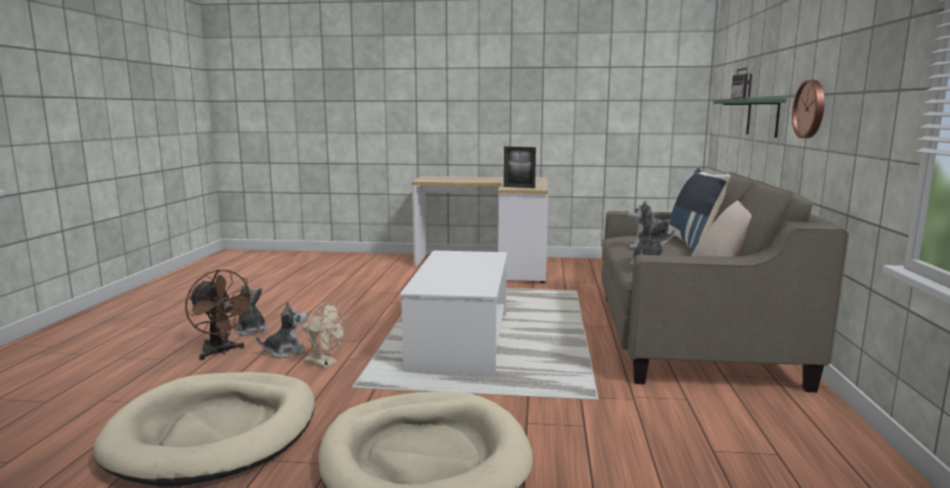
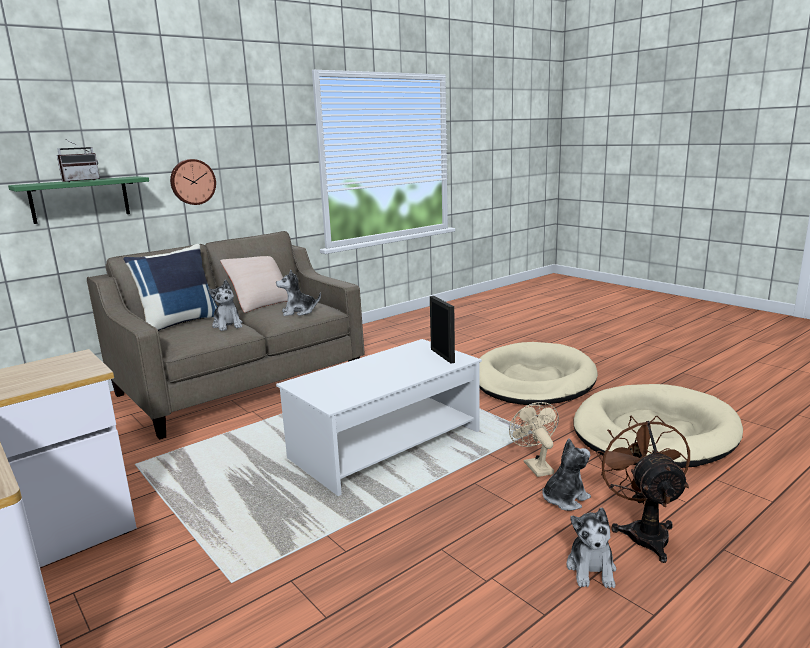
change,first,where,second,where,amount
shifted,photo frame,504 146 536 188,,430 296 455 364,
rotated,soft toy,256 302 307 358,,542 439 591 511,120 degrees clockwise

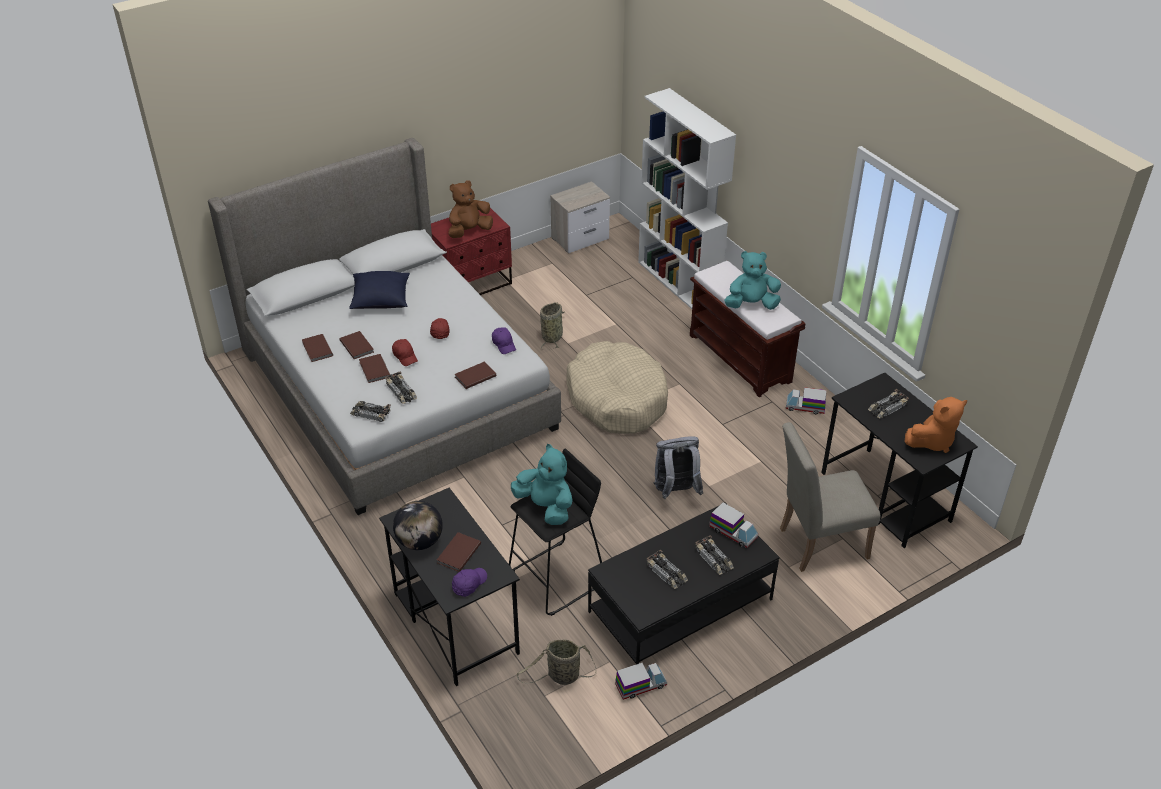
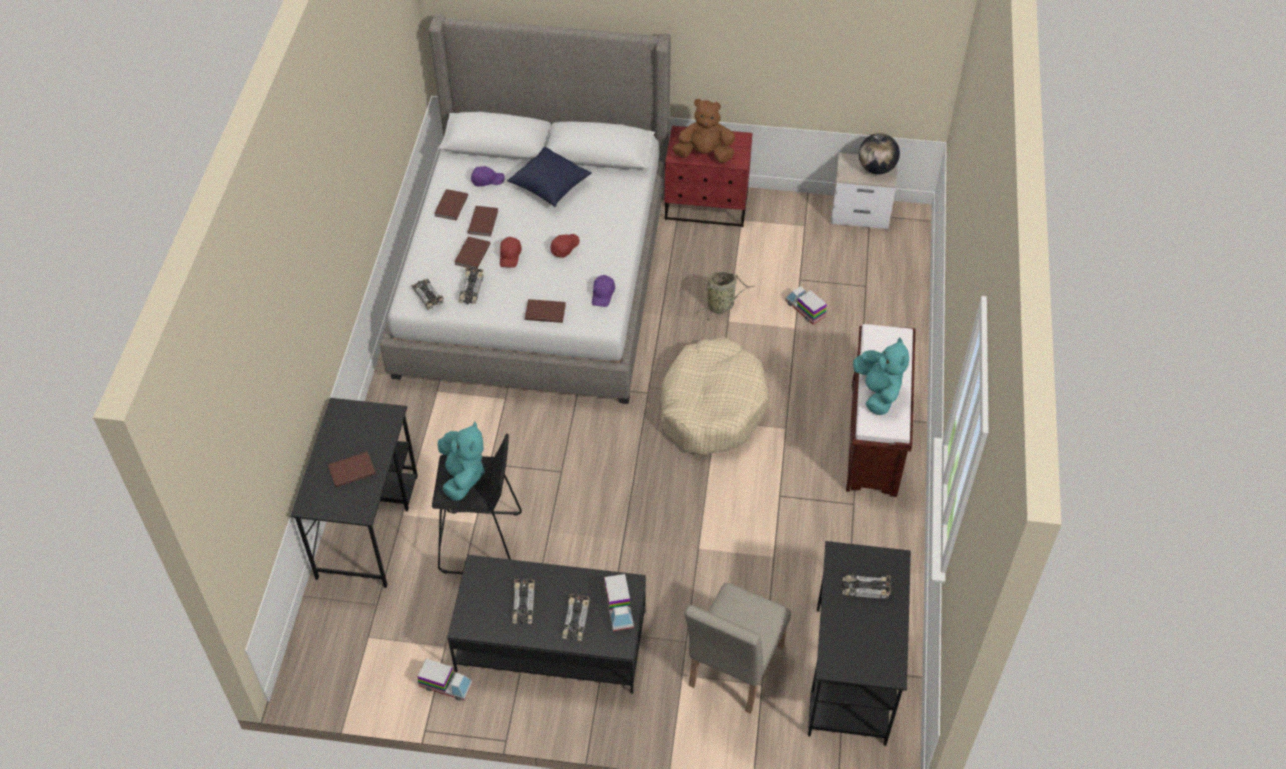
change,first,where,second,where,amount
gone,storage basket,516 640 596 685,,,
gone,white shelving unit,638 88 736 309,,,
gone,gray backpack,653 436 703 499,,,
gone,orangey soft toy,905 397 967 453,,,
shifted,globe,393 501 443 550,,859 133 900 174,
shifted,purple-coloured cap,452 568 487 597,,471 166 505 186,
shifted,toy truck,786 387 826 414,,786 286 827 324,
rotated,blue-green soft toy,724 251 781 310,,853 338 909 415,45 degrees clockwise
rotated,beige-coloured upright chair,780 422 881 572,,684 583 791 714,90 degrees counterclockwise

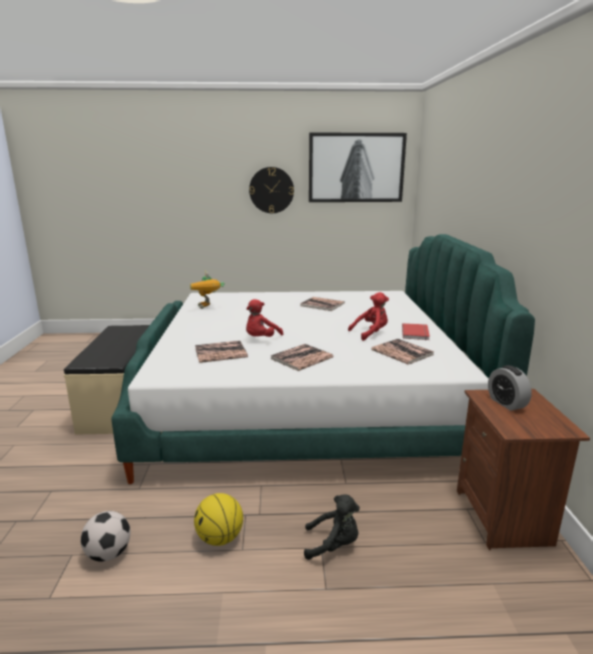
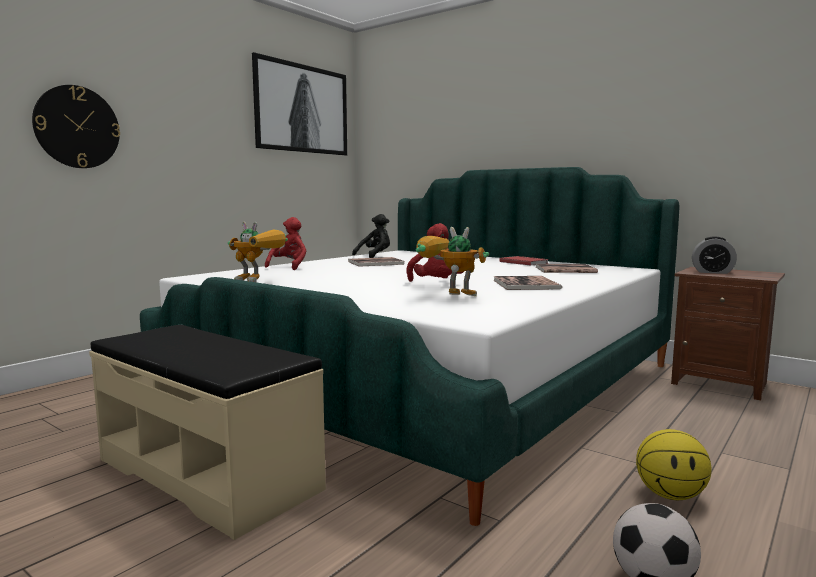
change,first,where,second,where,amount
shifted,clock on the wall,249 167 294 213,,32 85 120 168,
shifted,black-coloured soft toy,304 494 360 560,,352 214 390 258,
shifted,reddish soft toy,348 292 389 341,,265 217 307 270,
swapped,volume,195 340 248 363,toy robot,416 227 489 296,

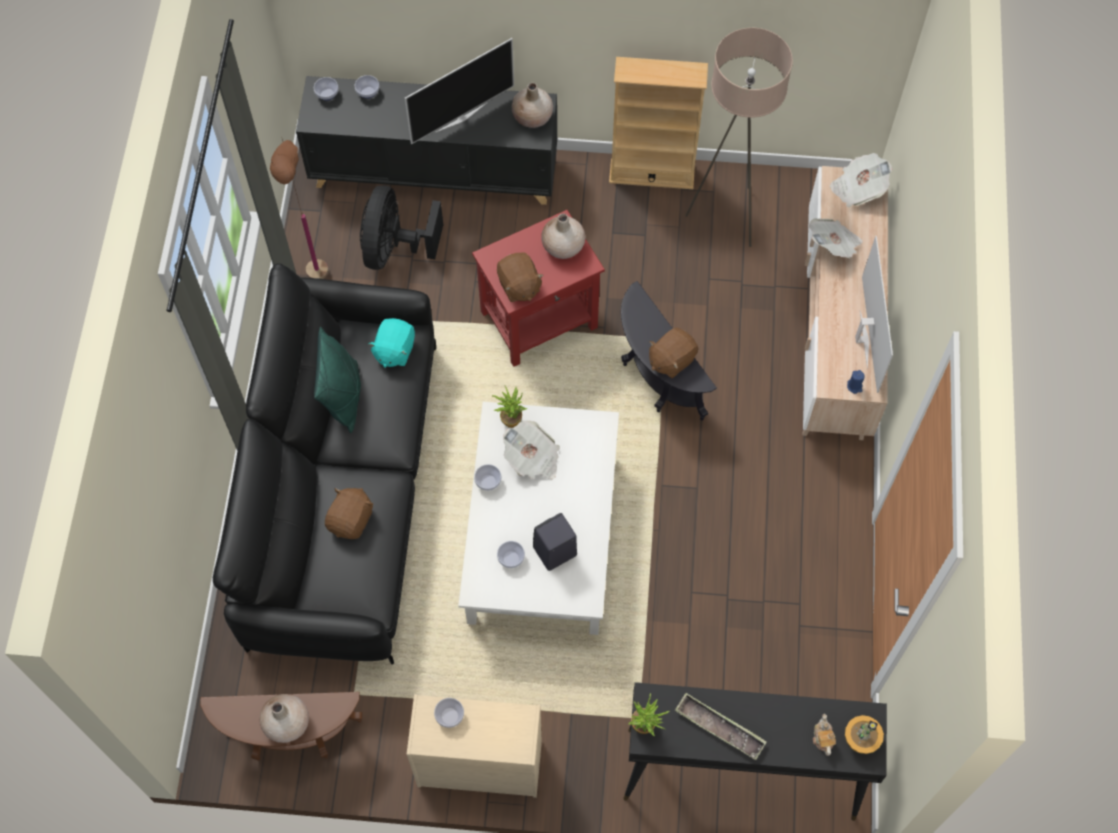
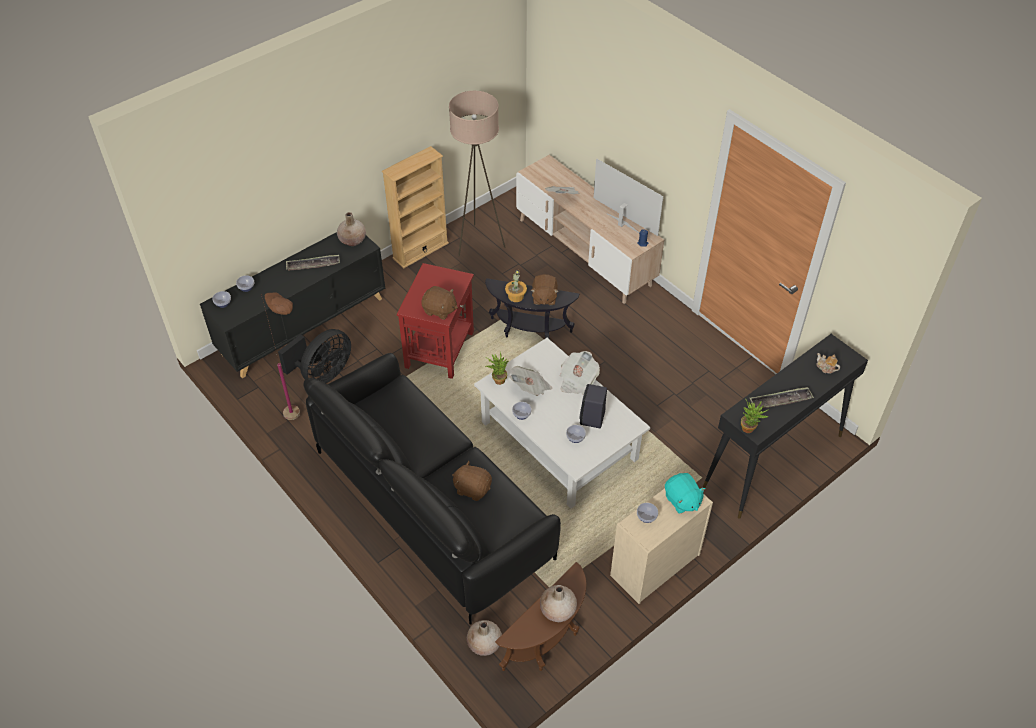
change,first,where,second,where,amount
gone,greenish throw pillow,314 327 361 433,,,
shifted,blue-green soft toy,368 318 415 368,,665 473 706 514,
shifted,beige-coloured flower vase,541 214 585 259,,467 620 502 656,
shifted,newspaper,830 153 893 208,,560 351 600 394,
shifted,plant in a pot,845 715 884 754,,505 269 527 302,
swapped,television,405 38 514 144,serving tray,286 255 340 271,
rotated,brown-coloured soft toy,325 488 373 539,,452 460 492 501,45 degrees counterclockwise
rotated,black-coloured fan,360 186 443 270,,278 329 351 383,105 degrees counterclockwise

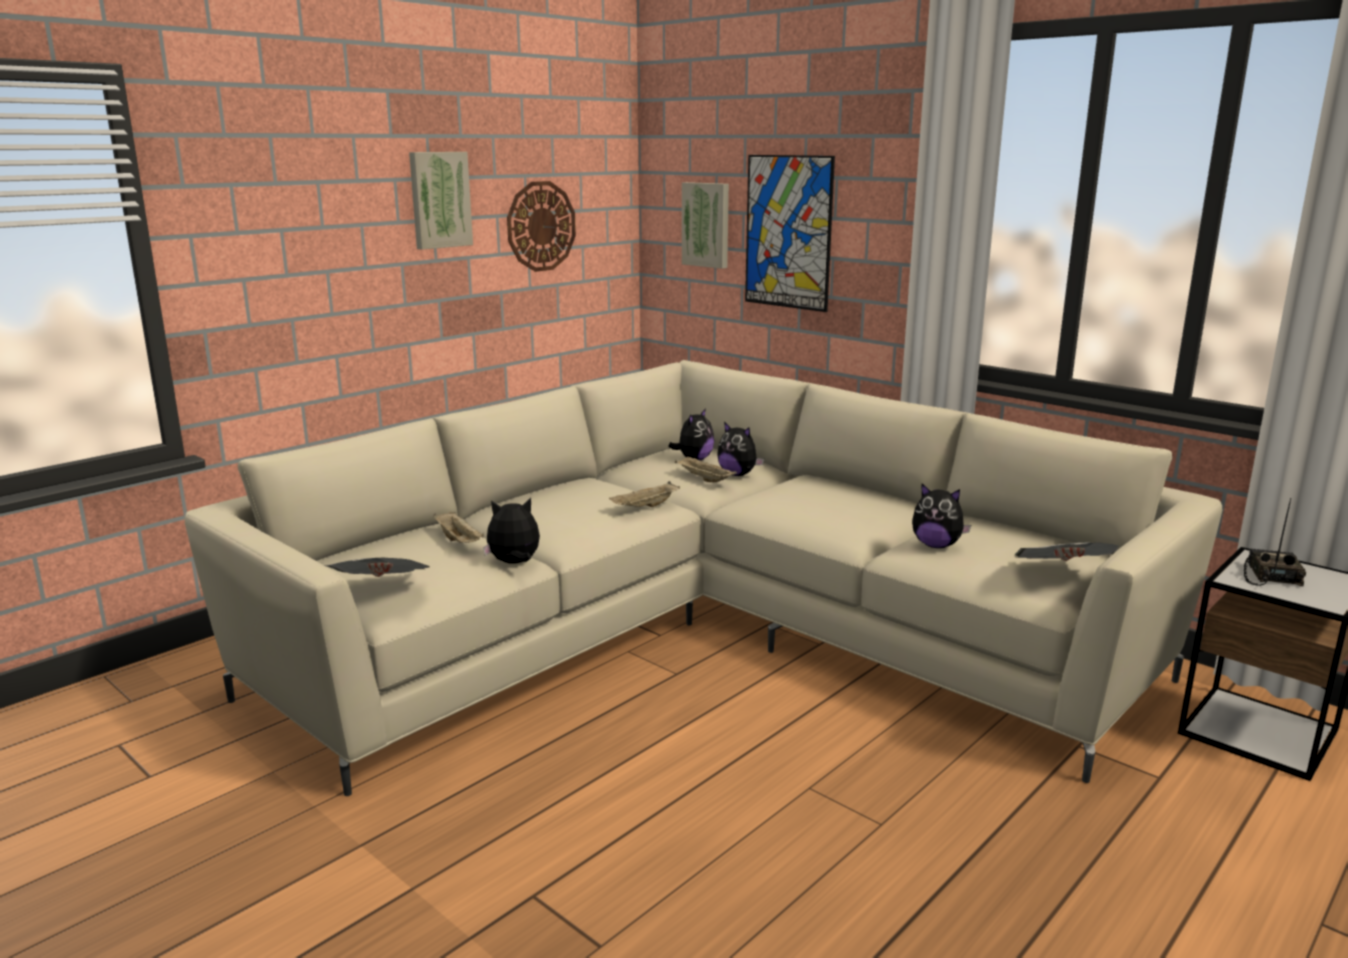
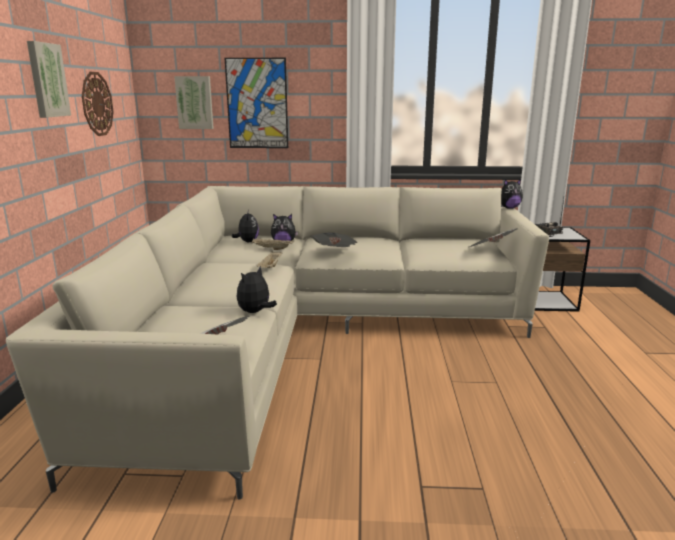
change,first,where,second,where,amount
gone,beige-coloured serving tray,433 512 484 543,,,
new,,,newspaper,310 232 357 247,
shifted,soft toy,912 484 971 548,,501 179 523 209,

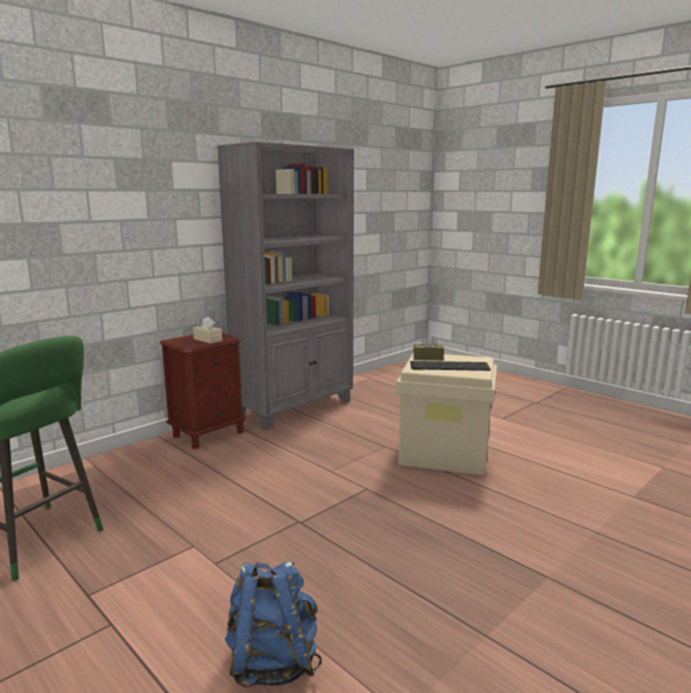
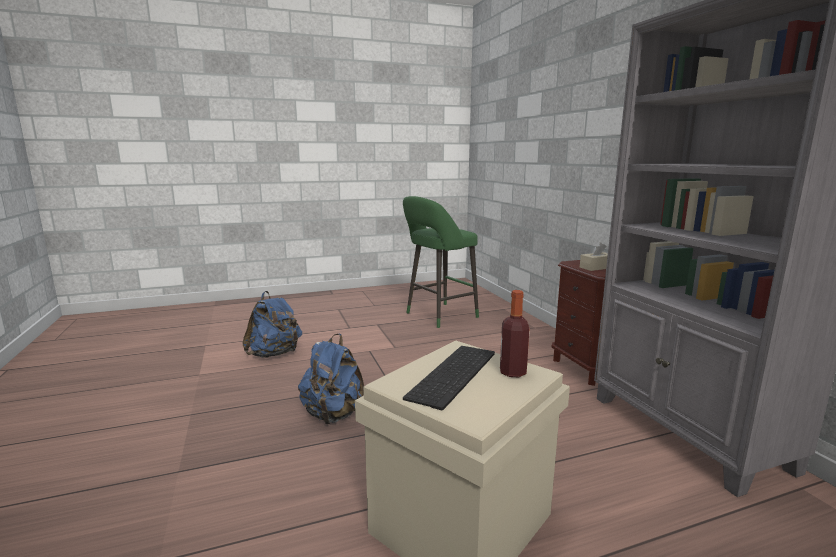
change,first,where,second,where,amount
new,,,bluish backpack,298 334 364 424,
swapped,brown-coloured box of tissues,413 335 444 360,beverage bottle,500 290 529 377,

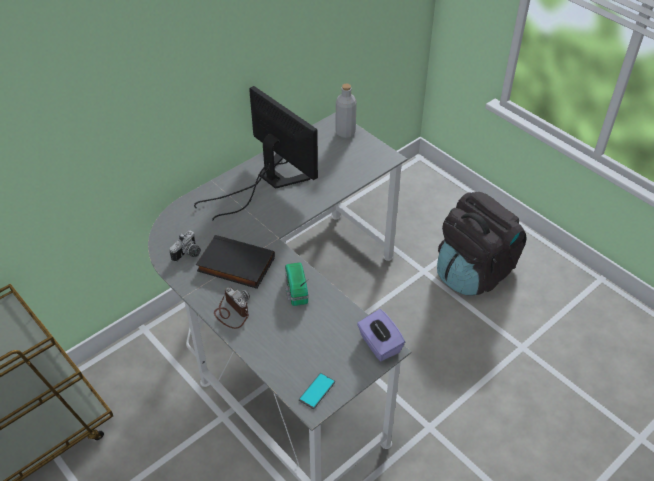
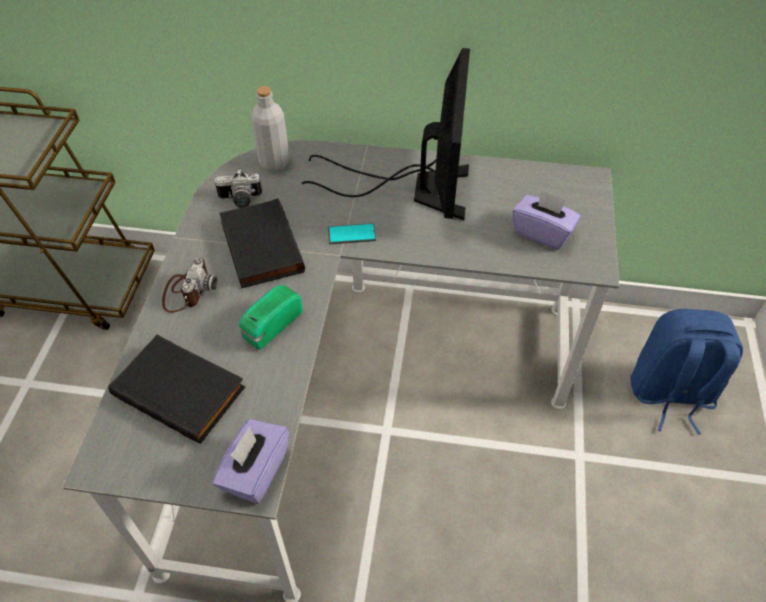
change,first,where,second,where,amount
gone,black-coloured backpack,437 192 526 296,,,
new,,,black-coloured volume,108 335 245 444,
new,,,purple-coloured box of tissues,512 190 581 250,
new,,,bluish backpack,630 309 743 435,
shifted,handset,299 373 335 409,,328 223 376 244,
shifted,gray beverage bottle,335 83 357 138,,251 86 290 171,

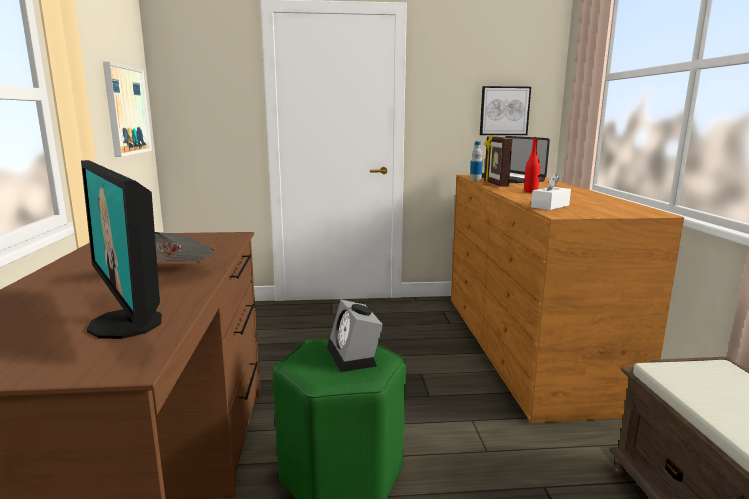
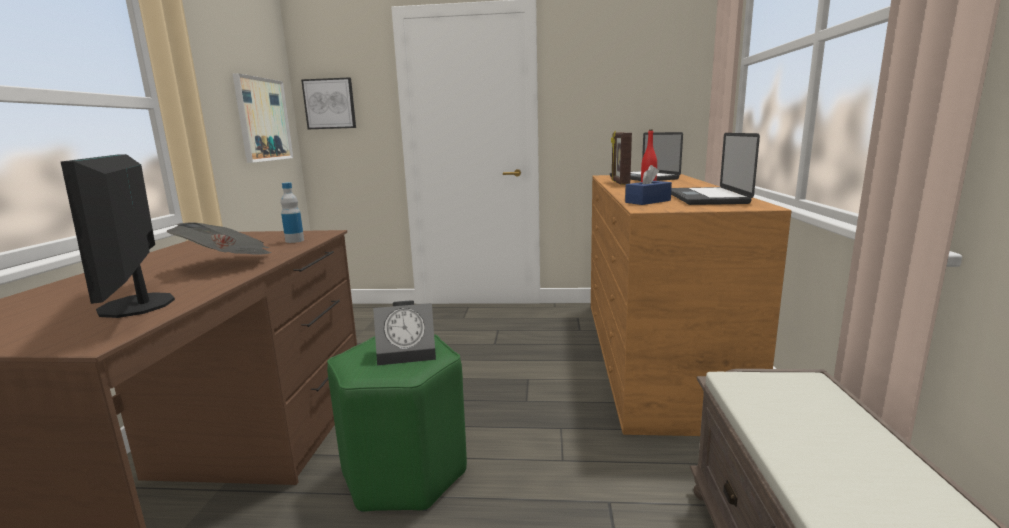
change,first,where,second,where,amount
new,,,portable computer,671 133 760 205,
shifted,beverage bottle,470 141 483 180,,281 182 304 243,
shifted,picture,480 86 531 135,,301 78 356 129,
repainted,white box of tissues,531 173 571 210,bluish box of tissues,625 165 672 205,
rotated,table clock,327 299 383 372,,373 300 436 365,90 degrees counterclockwise

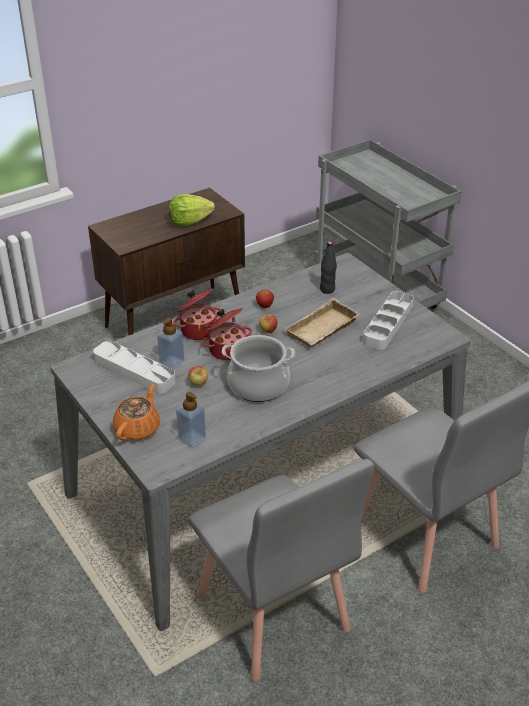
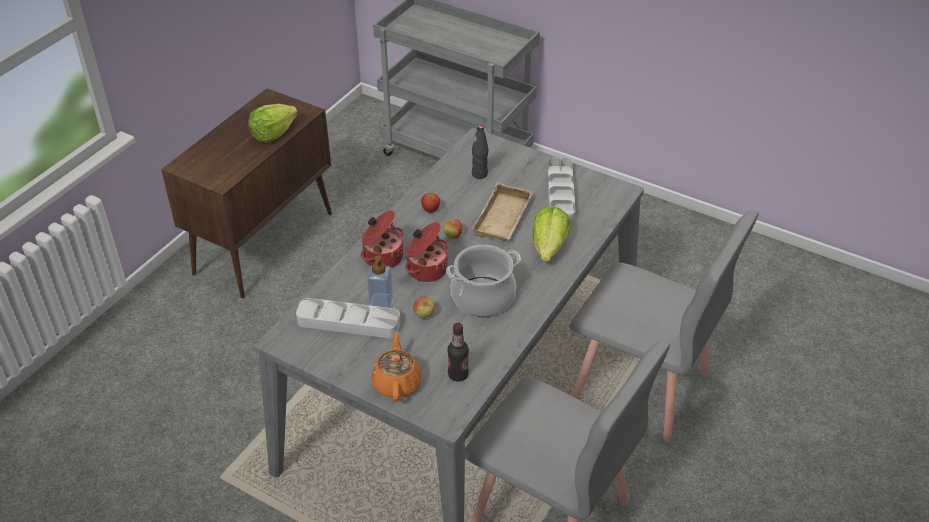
change,first,where,second,where,amount
new,,,lettuce,532 206 571 262,
swapped,liquid soap bottle,176 392 206 448,beverage bottle,447 323 469 381,

